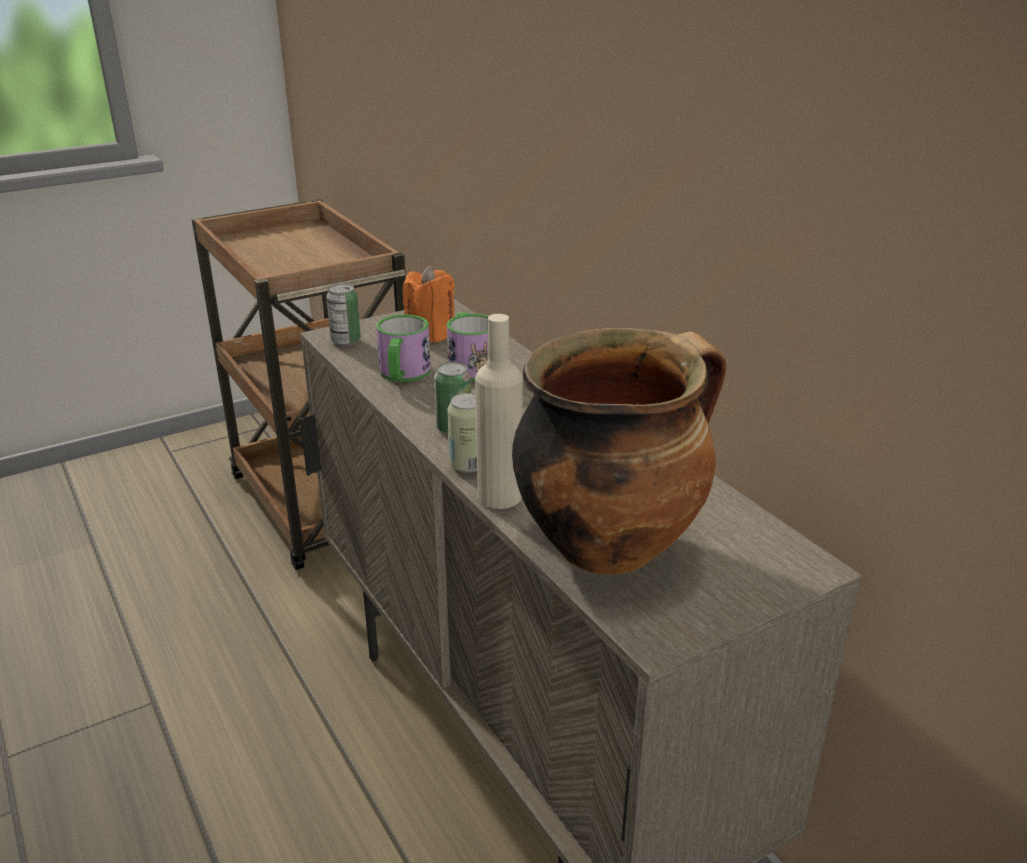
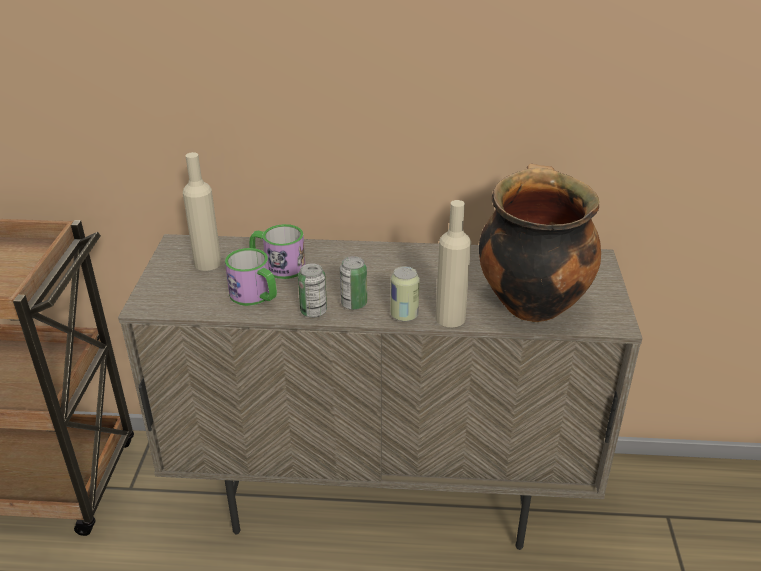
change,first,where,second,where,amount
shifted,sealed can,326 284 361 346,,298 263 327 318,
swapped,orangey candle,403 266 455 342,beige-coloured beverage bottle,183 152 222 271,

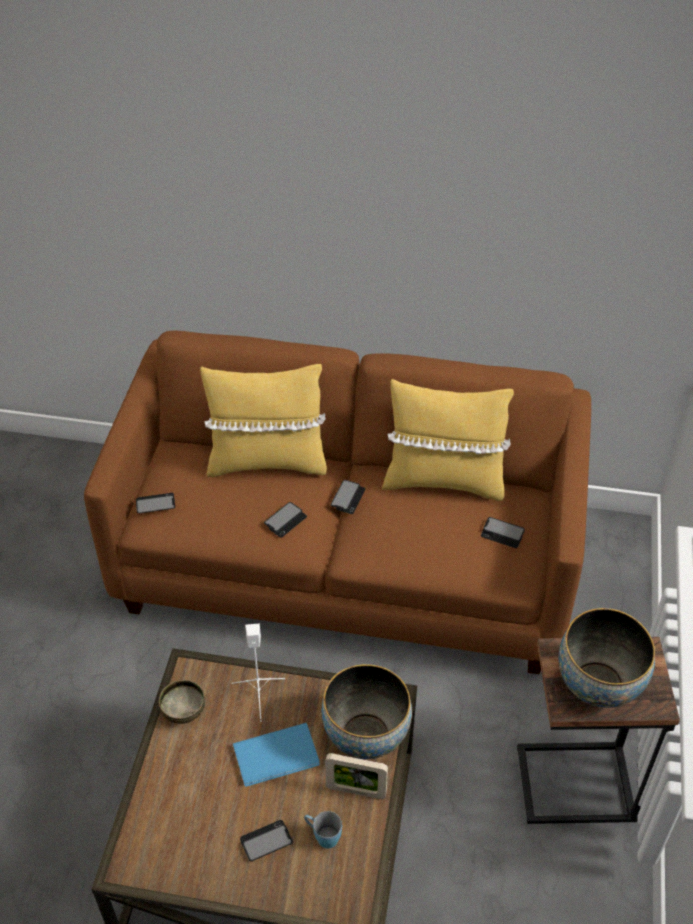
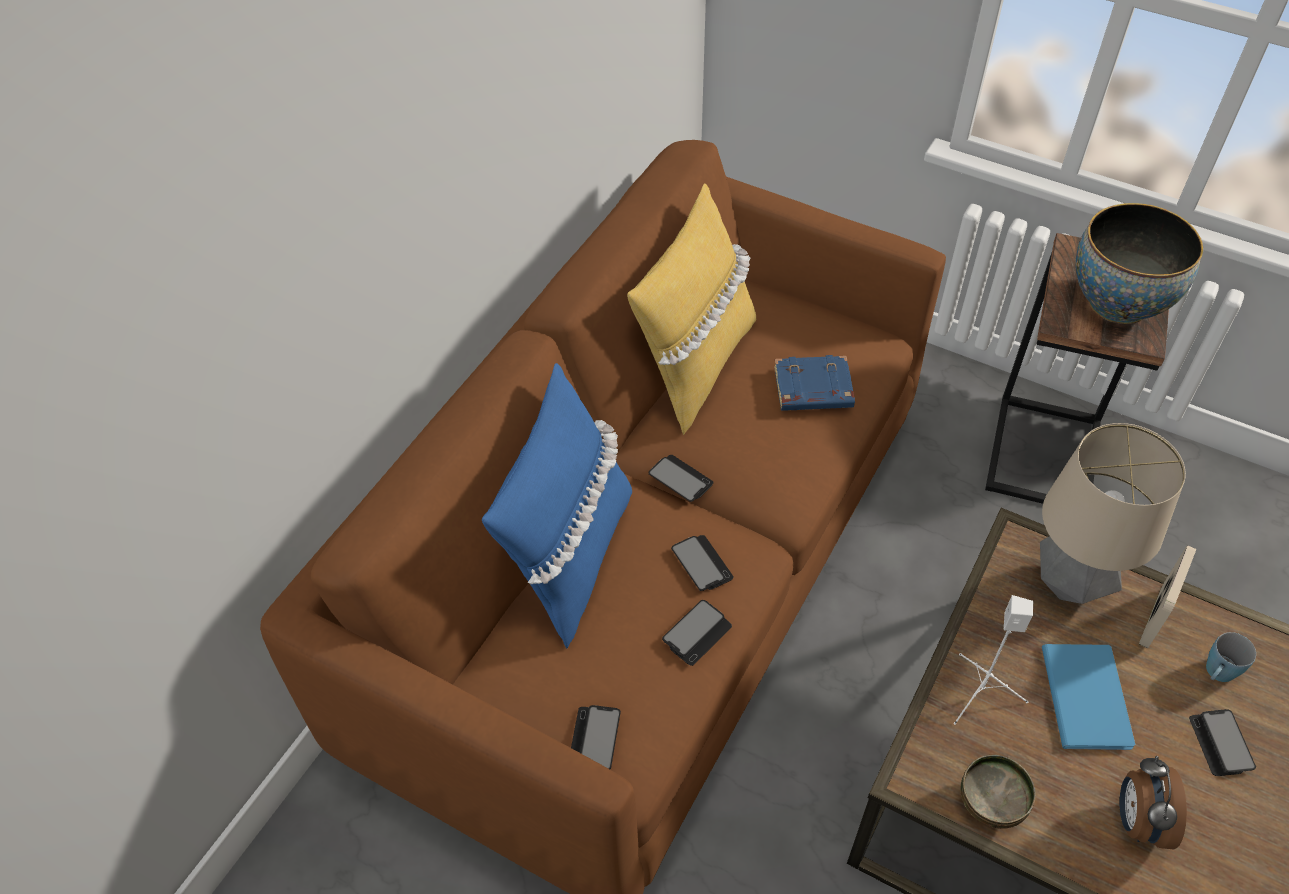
change,first,where,second,where,amount
new,,,bluish volume,774 355 855 411,
new,,,table clock,1120 756 1187 850,
shifted,handset,481 517 525 548,,662 600 732 666,
swapped,deep dish,321 664 412 759,lamp for a table,1040 423 1186 604,
repainted,yellow-coloured throw pillow,200 364 327 477,bluish throw pillow,482 363 632 648,

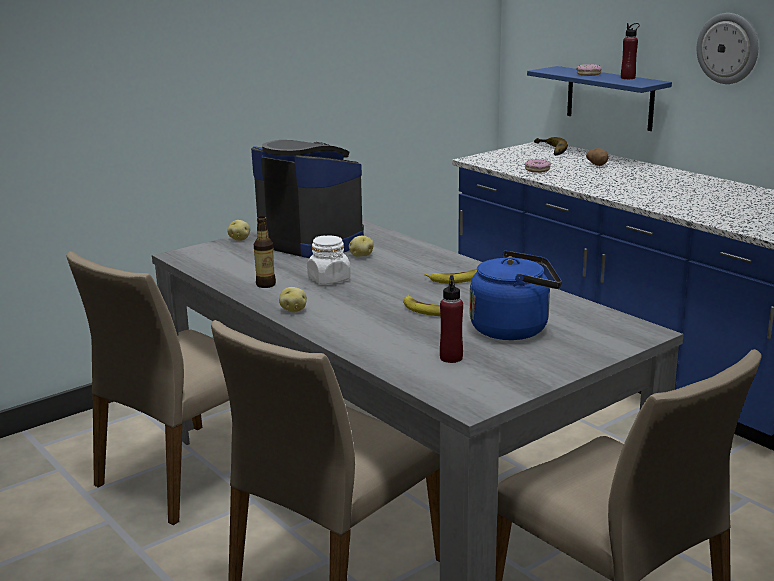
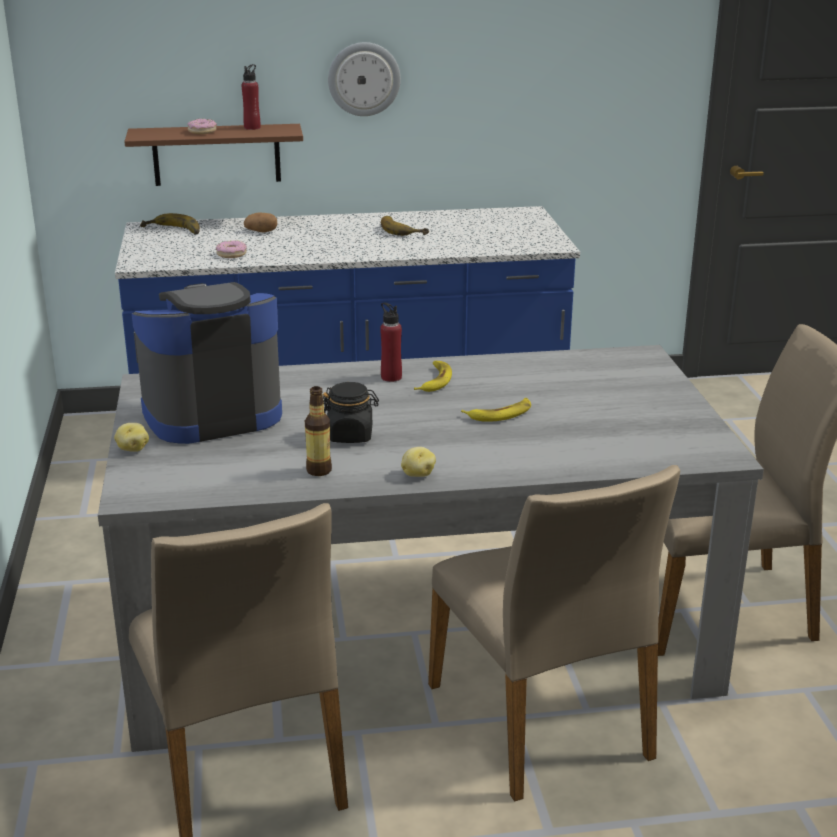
change,first,where,second,where,amount
gone,whole potato,349 236 374 257,,,
gone,bluish kettle,470 251 562 340,,,
new,,,whole banana,381 216 429 236,
shifted,reddish beverage bottle,440 275 463 363,,380 302 402 382,
repainted,white preserve jar,307 235 351 284,black-coloured preserve jar,323 382 379 443,
repainted,bluish shelf,527 66 672 131,brown-coloured shelf,124 124 303 186,

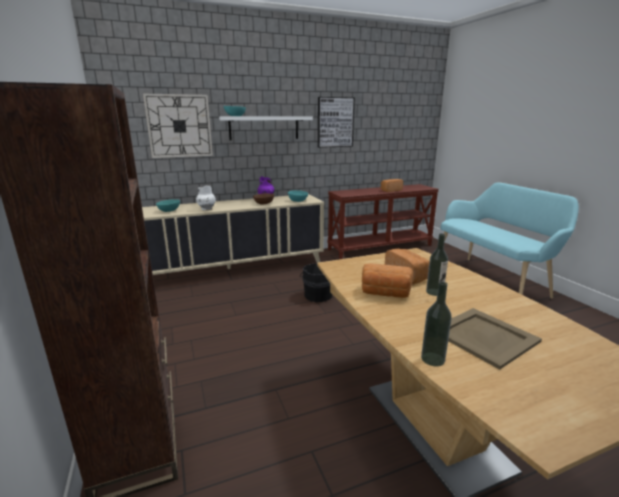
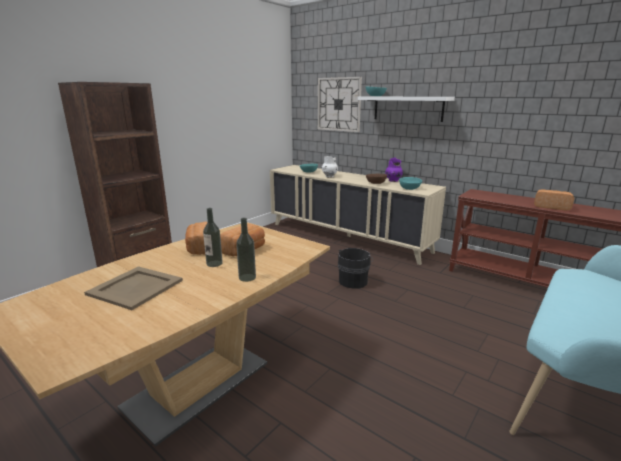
change,first,where,second,where,amount
gone,picture,318 97 355 148,,,
shifted,beverage bottle,421 282 452 367,,236 218 256 282,

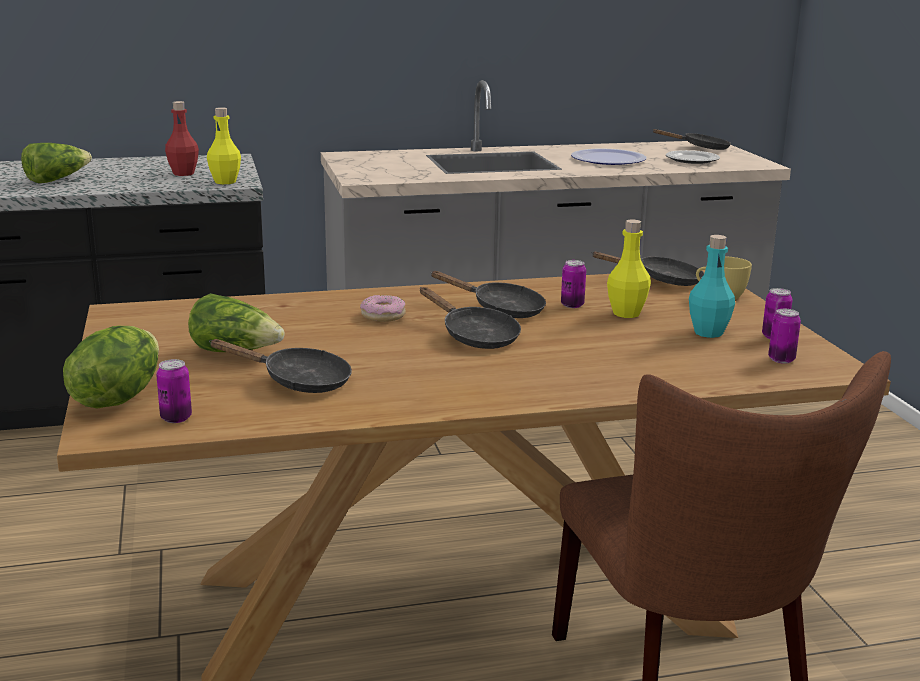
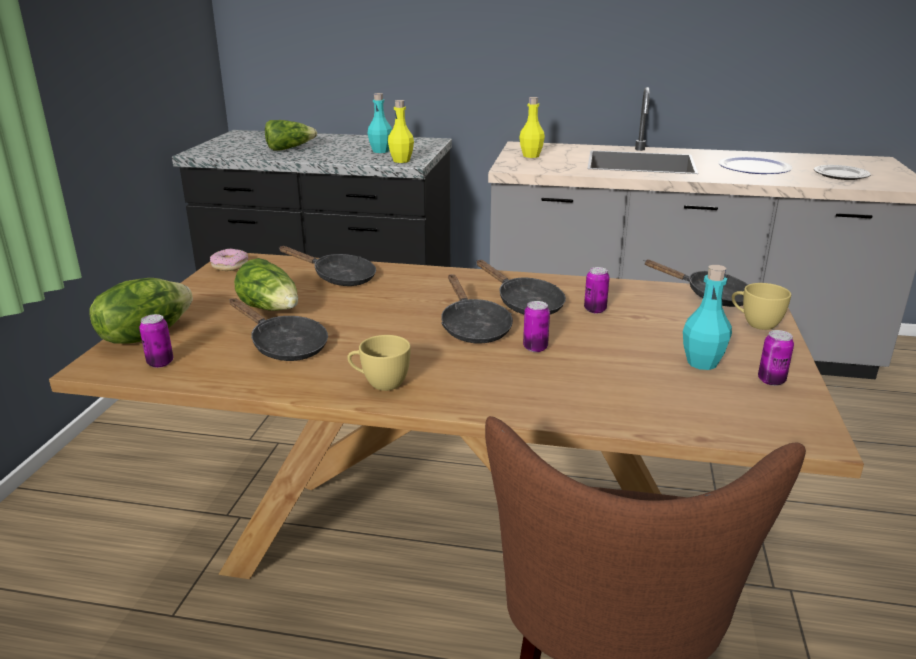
change,first,where,second,where,amount
new,,,yellow-coloured cup,347 335 411 391,
shifted,doughnut,360 295 406 322,,210 249 248 271,
shifted,yellow-coloured beverage bottle,607 220 651 318,,519 97 545 158,
shifted,black-coloured skillet,653 129 731 150,,279 246 376 286,
shifted,sealed can,768 309 801 364,,523 301 550 352,
repainted,reddish beverage bottle,165 101 199 176,blue-green beverage bottle,368 93 392 153,

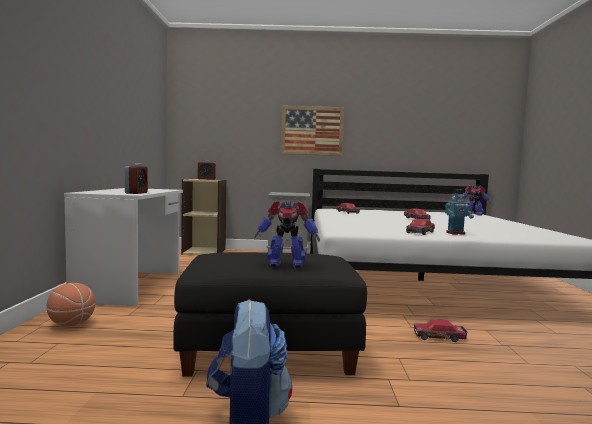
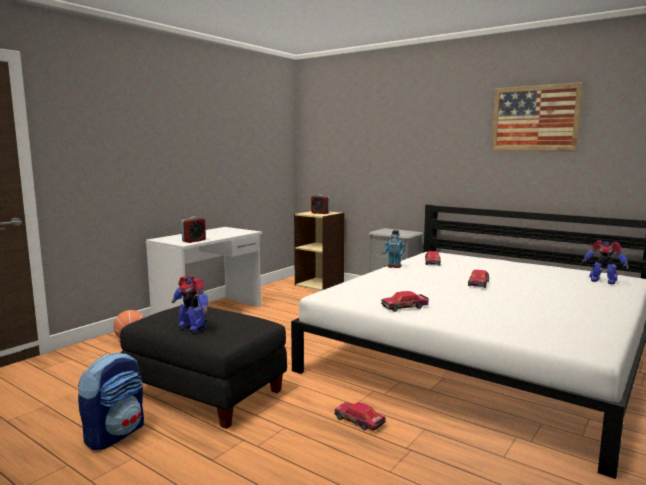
change,first,where,second,where,amount
shifted,picture,281 105 344 156,,491 82 583 151,
shifted,toy robot,445 189 474 235,,383 230 405 268,

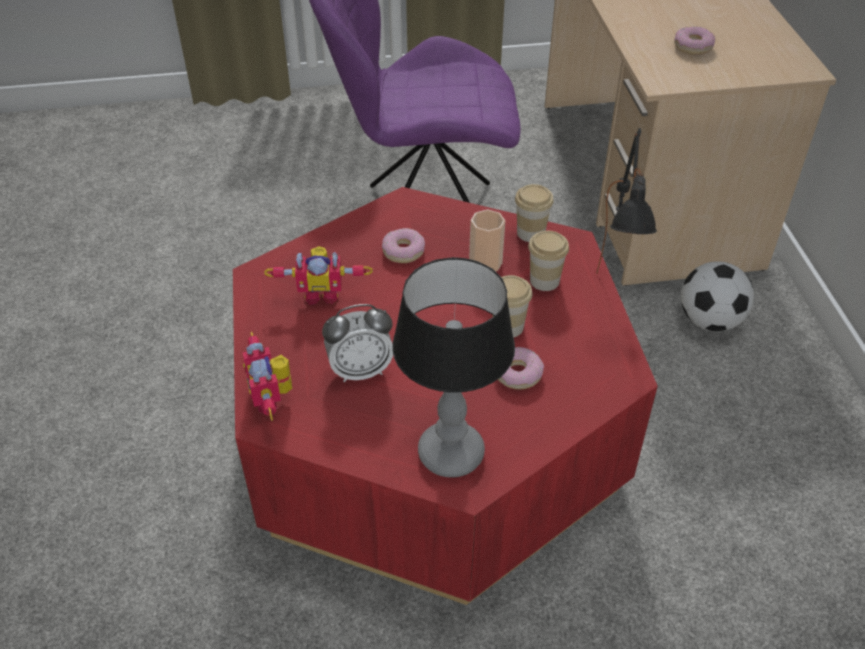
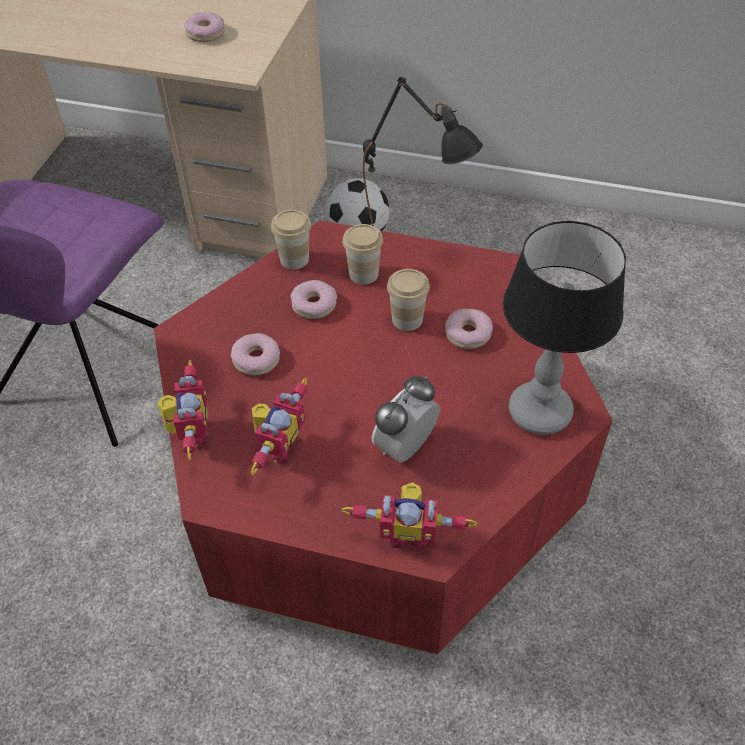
change,first,where,second,where,amount
new,,,toy robot,157 360 208 460,
swapped,cup,469 210 505 271,doughnut,291 280 337 319,
rotated,table clock,322 304 393 382,,372 376 440 463,150 degrees counterclockwise

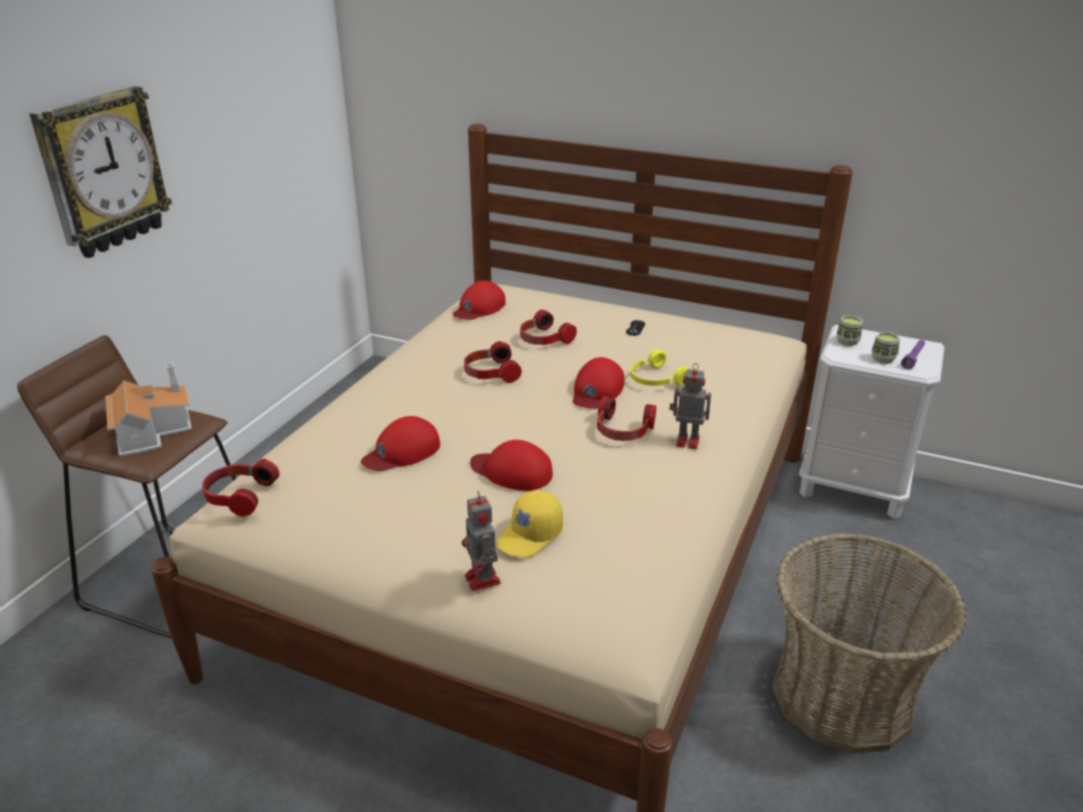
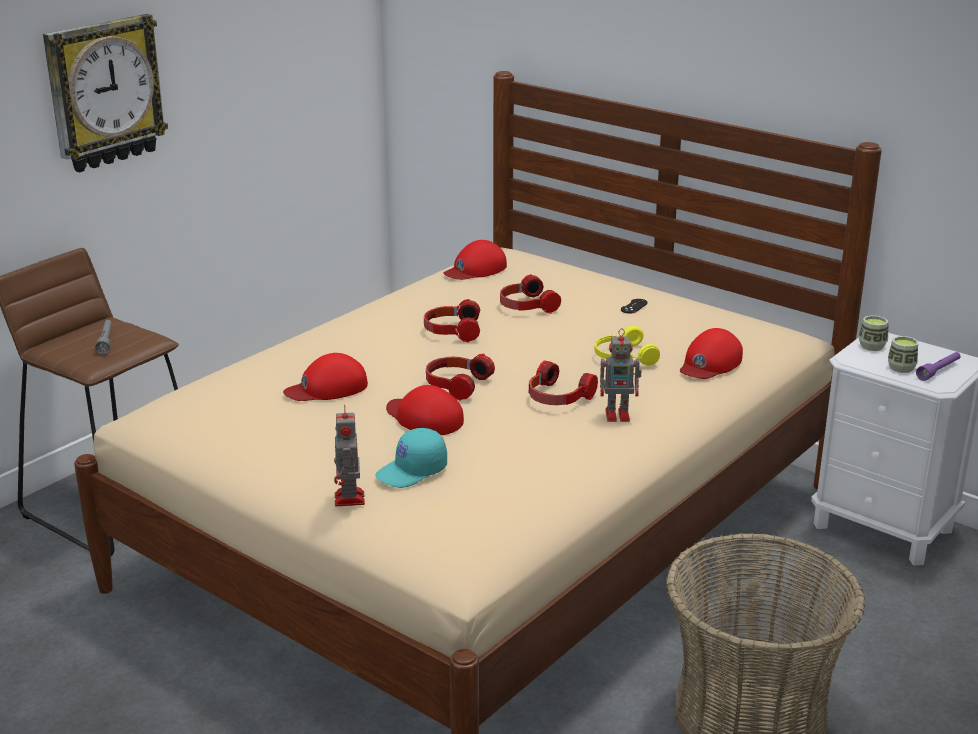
change,first,where,second,where,amount
shifted,headphones,202 459 280 517,,426 354 495 401,
shifted,reddish cap,573 357 624 409,,680 328 743 379,
swapped,model house,106 363 192 457,gray hand torch,95 320 112 355,
repainted,yellow-coloured cap,497 490 563 558,blue-green cap,376 428 447 488,
rotated,toy robot,669 363 711 449,,600 328 642 422,150 degrees clockwise

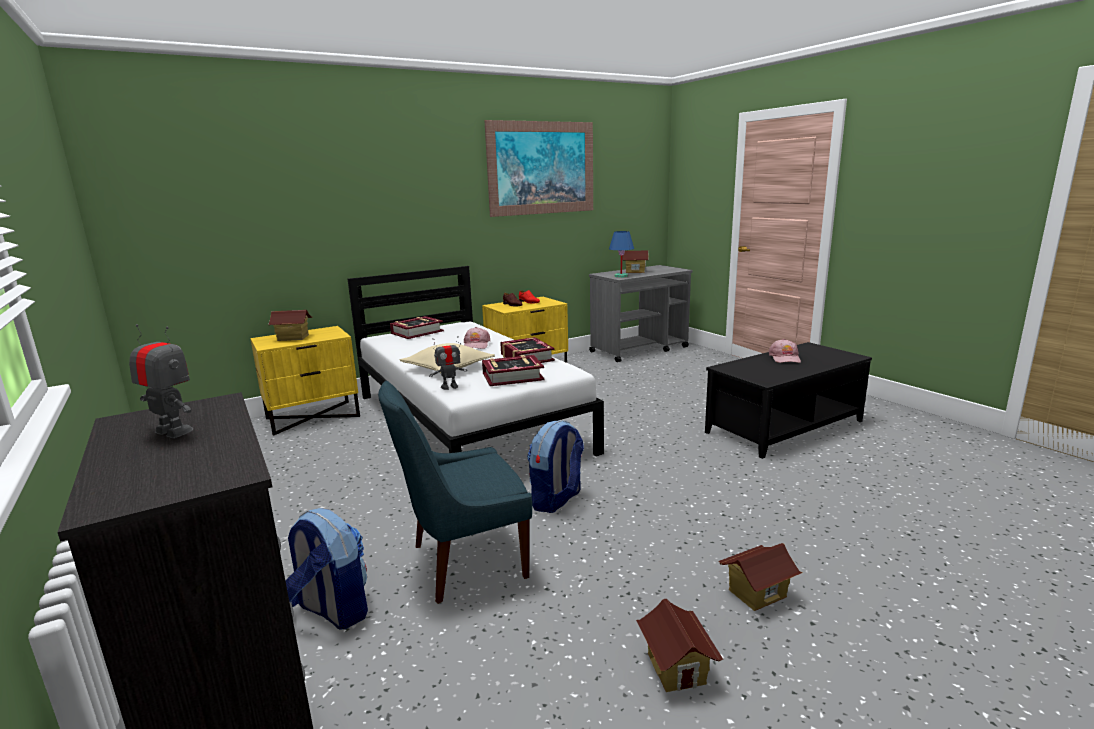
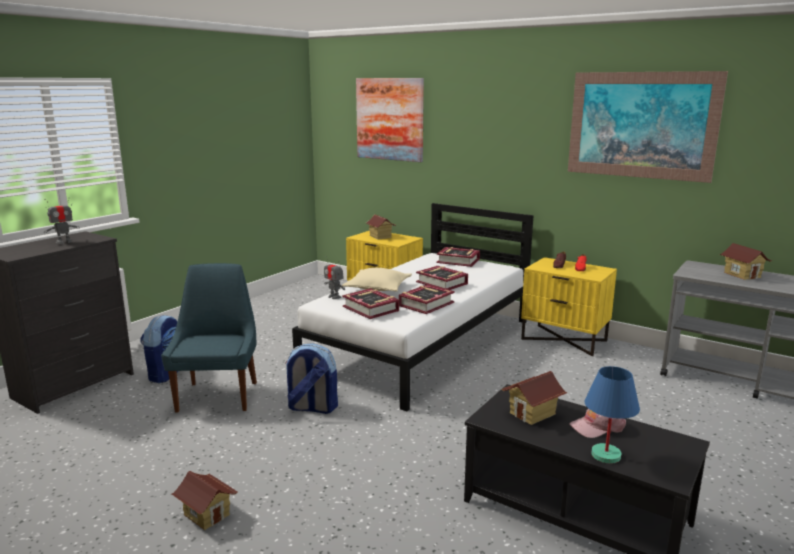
change,first,where,second,where,amount
new,,,picture,356 78 424 162,
shifted,bluish lamp for a table,609 231 634 278,,585 366 640 464,
shifted,model house,636 599 724 692,,502 371 567 425,
swapped,pink cap,464 327 490 349,volume,416 266 468 290,
rotated,toy robot,129 324 193 438,,44 199 80 244,45 degrees clockwise
rotated,bluish upright chair,378 381 532 604,,161 263 257 413,45 degrees clockwise

